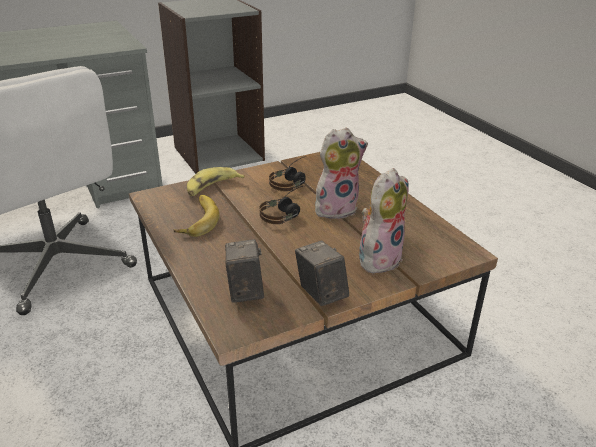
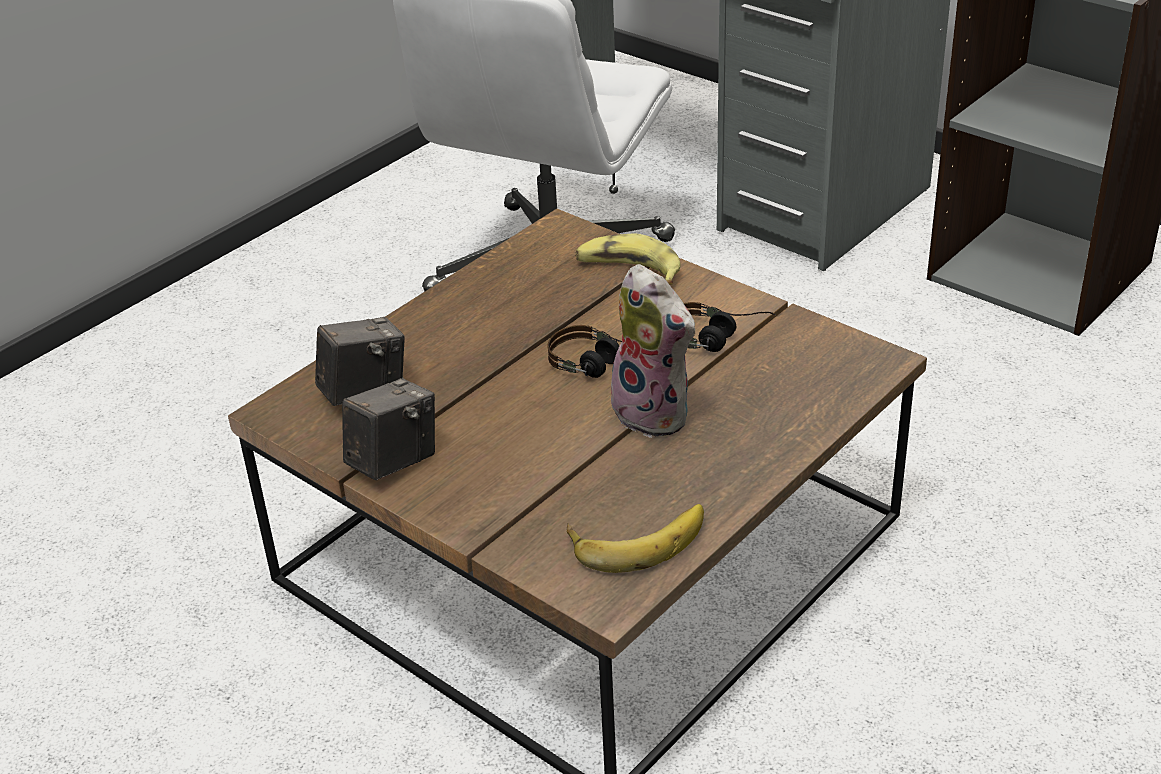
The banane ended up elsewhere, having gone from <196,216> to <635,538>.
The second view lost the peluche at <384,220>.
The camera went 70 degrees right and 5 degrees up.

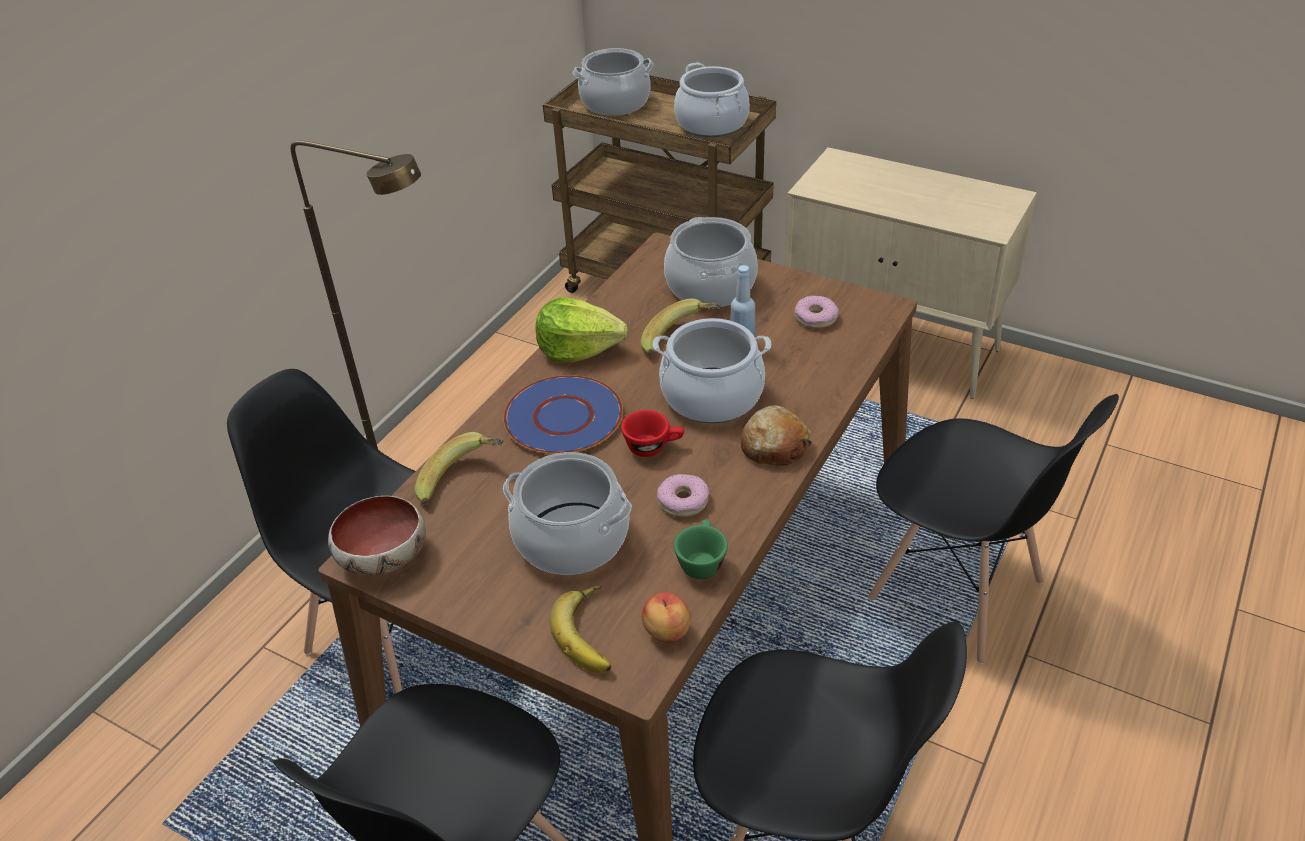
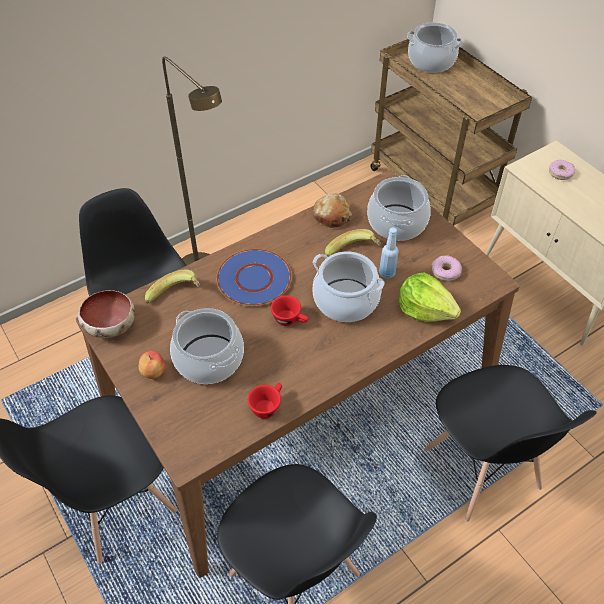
The pomme ended up elsewhere, having gone from <666,617> to <152,365>.
What was the tasse (vert) at <701,549> turned into the tasse (rouge) at <264,401>.
The pain ended up elsewhere, having gone from <776,435> to <332,210>.
The laitue ended up elsewhere, having gone from <581,329> to <429,297>.
The beignet ended up elsewhere, having gone from <683,495> to <562,170>.
The second view lost the banane at <580,629>.
The second view lost the marmite at <712,99>.
The camera went 25 degrees right and 10 degrees up.

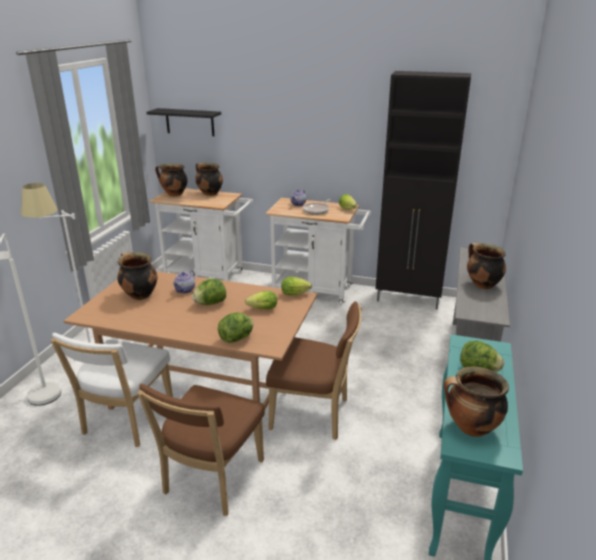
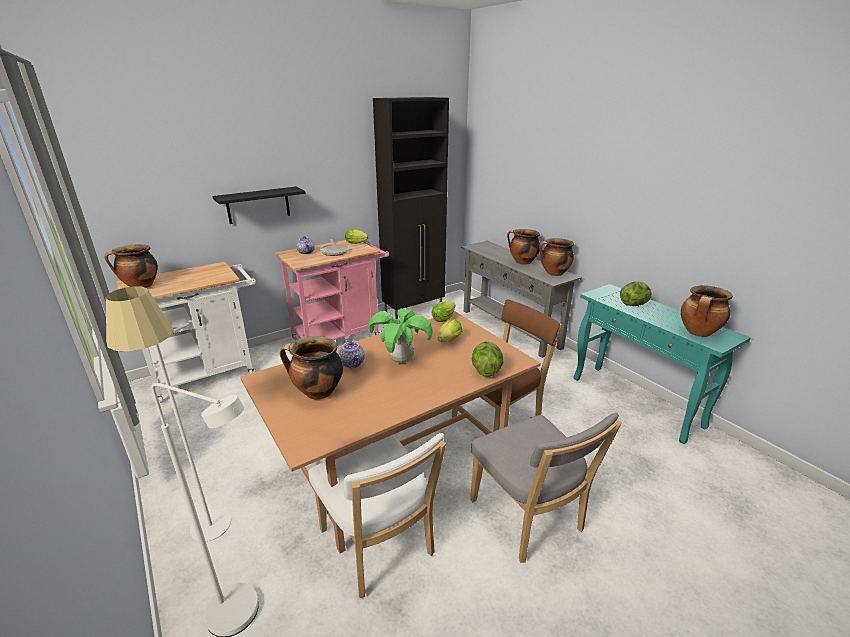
The étagère (noir) ended up elsewhere, having gone from <184,122> to <259,205>.
What was the chariot (blanc) at <318,251> turned into the chariot (rose) at <332,290>.
Where the laitue stood at <209,291>, the plante en pot came to stand at <400,335>.
What was the chaise (marron) at <201,450> turned into the chaise (gris) at <546,488>.
The marmite ended up elsewhere, having gone from <209,179> to <556,257>.
The camera went 50 degrees left and 0 degrees up.

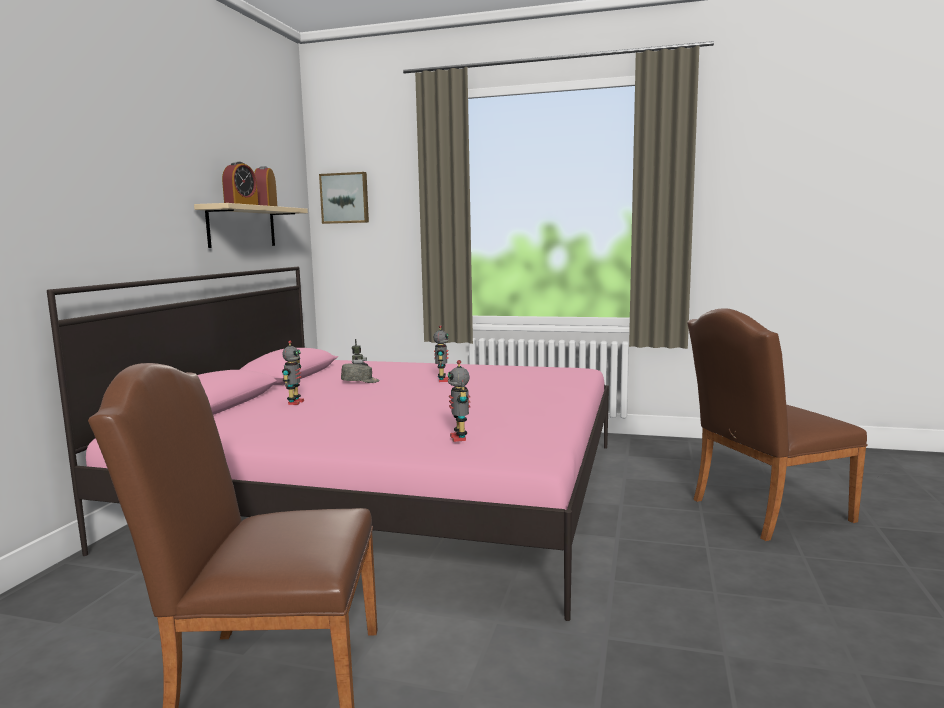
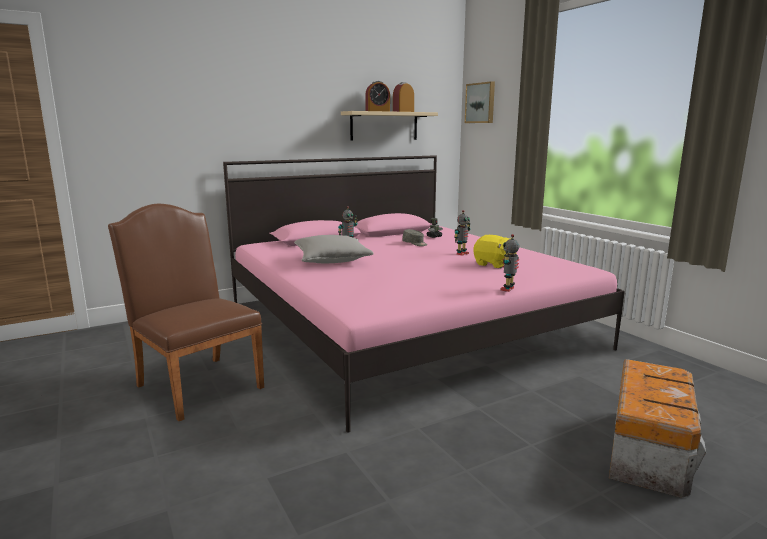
The second view gained the coussin (gris) at <334,249>.
The second view gained the peluche (jaune) at <495,251>.
The robot jouet ended up elsewhere, having gone from <459,401> to <510,263>.
Where the chaise (marron) stood at <777,424>, the boîte de rangement came to stand at <657,428>.
The camera went 45 degrees right and 5 degrees up.

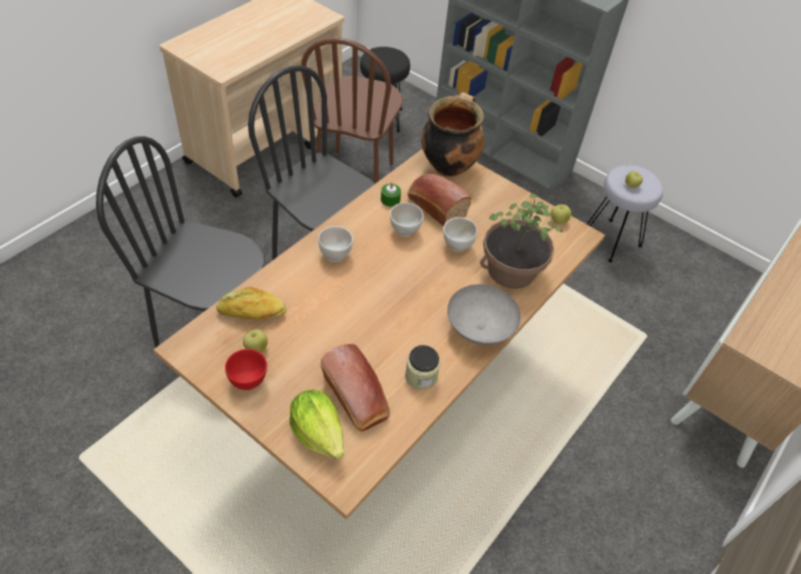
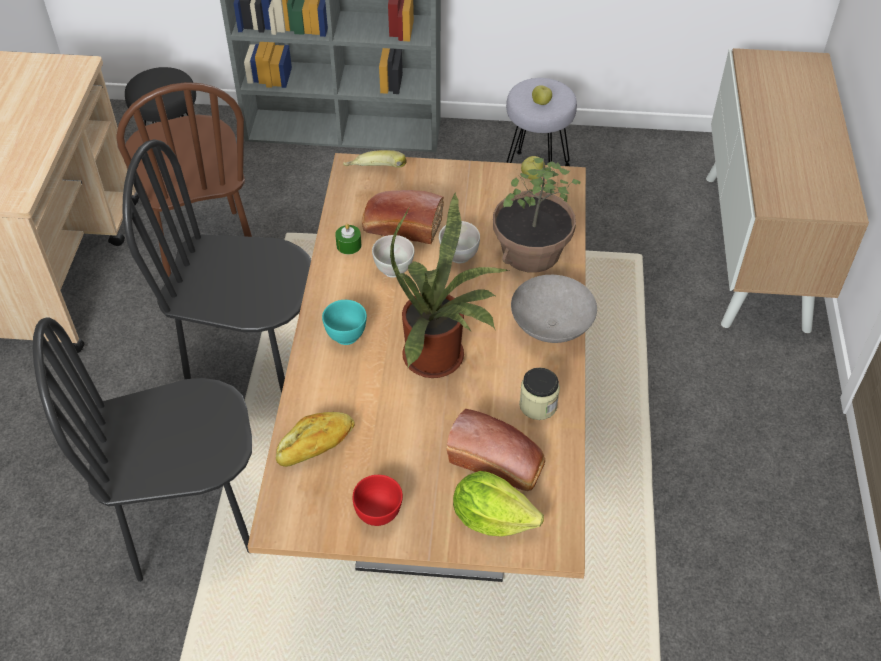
What was the bol (blanc) at <335,244> turned into the bol (turquoise) at <344,322>.
Where the marmite stood at <453,134>, the banane came to stand at <375,159>.
The second view gained the plante en pot at <449,286>.
The second view lost the pomme at <255,341>.
The camera went 30 degrees left and 0 degrees up.

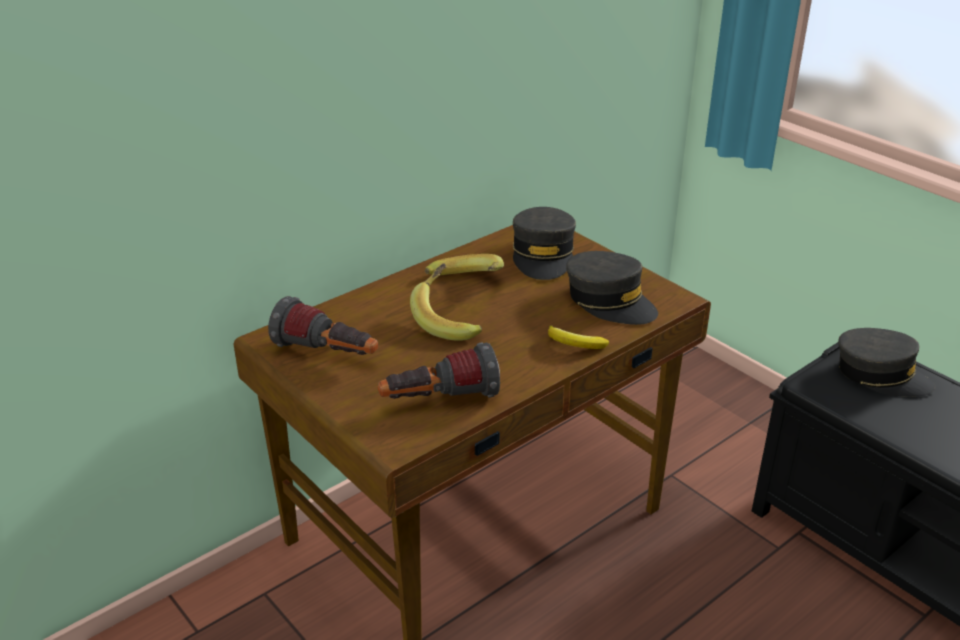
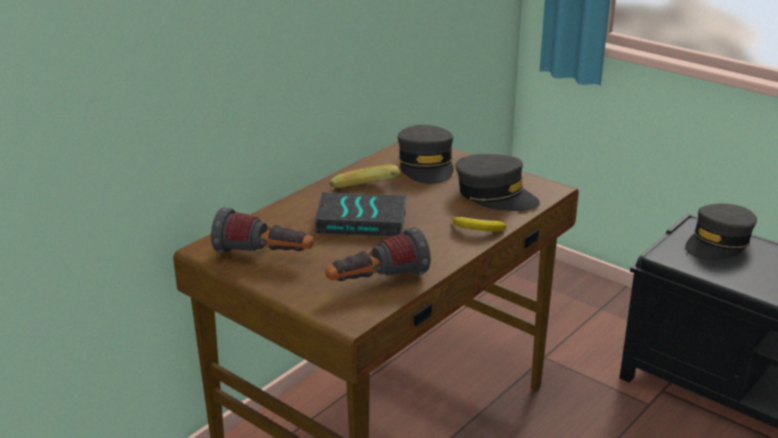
Where the banane stood at <446,302>, the livre came to stand at <361,214>.
The casquette (gris) at <887,362> ended up facing another way, 120 degrees clockwise from before.
The camera went 10 degrees left and 5 degrees down.

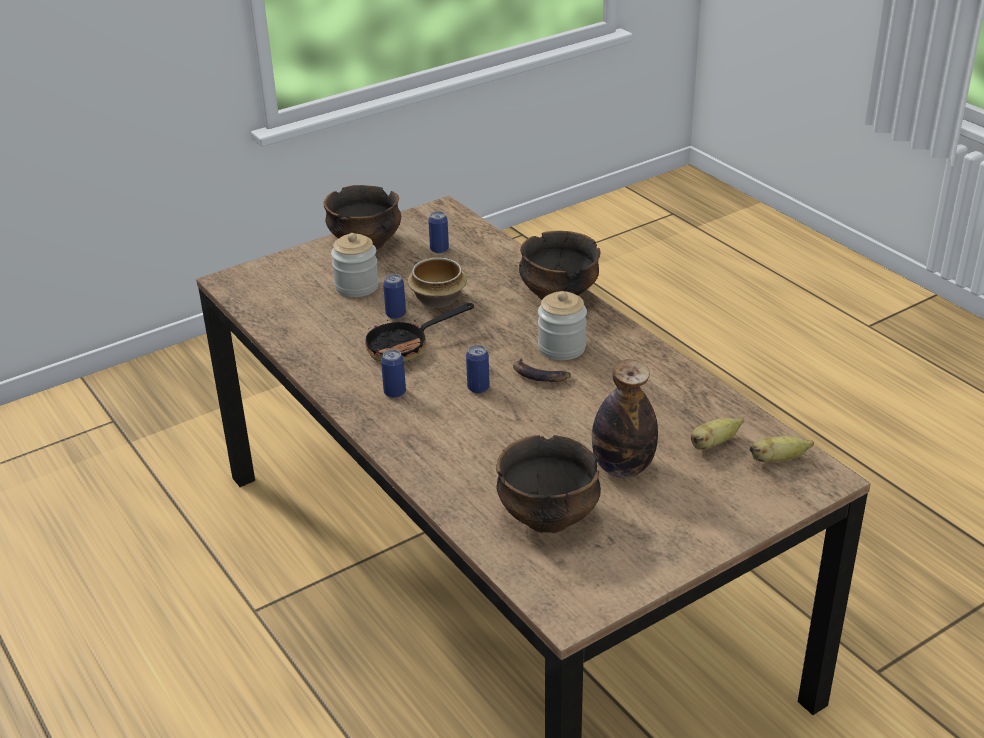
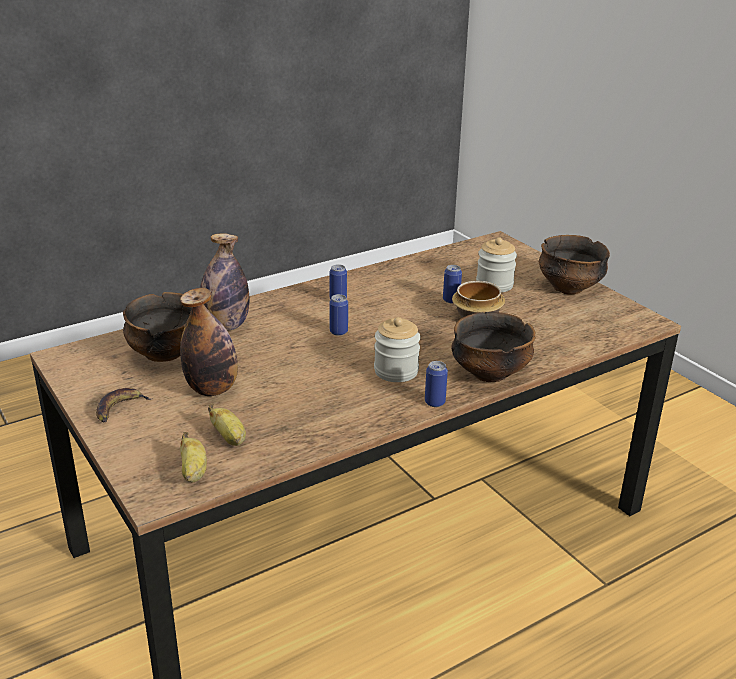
The banane ended up elsewhere, having gone from <542,370> to <124,405>.
The second view gained the bouteille at <224,282>.
The boîte métallique ended up elsewhere, having gone from <438,232> to <436,384>.
The second view lost the poêle at <419,332>.
The camera went 90 degrees right and 5 degrees down.

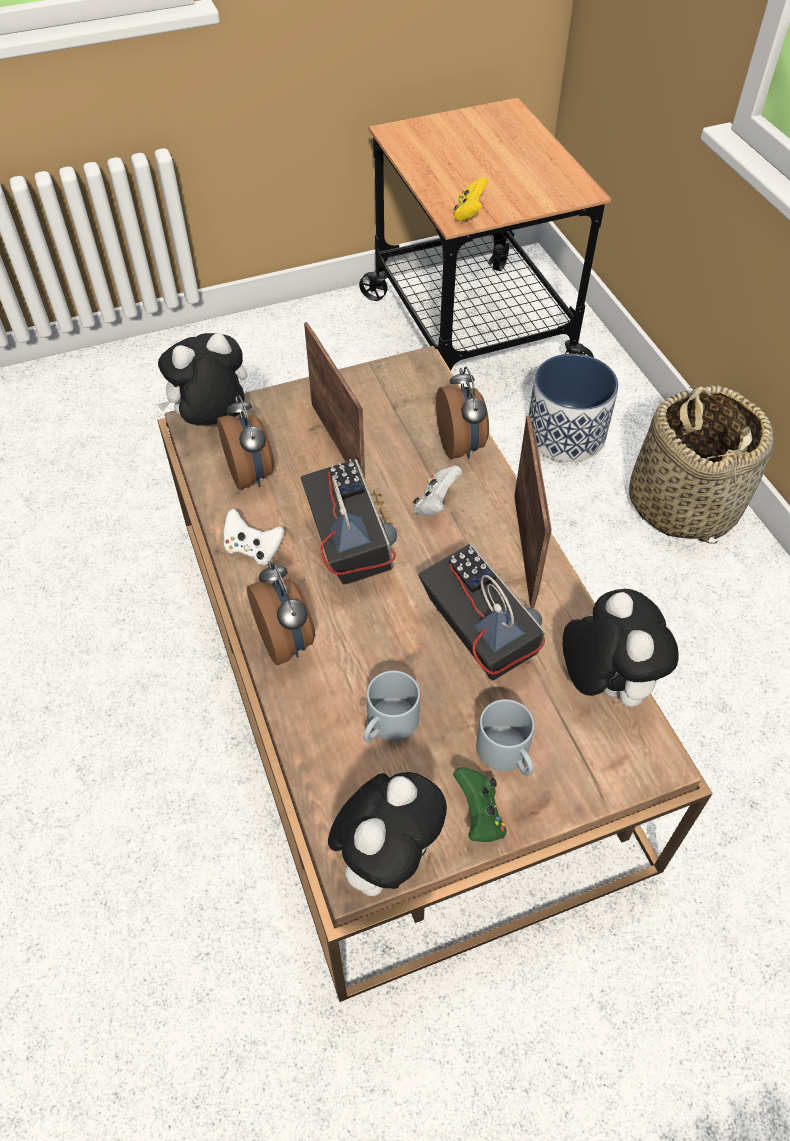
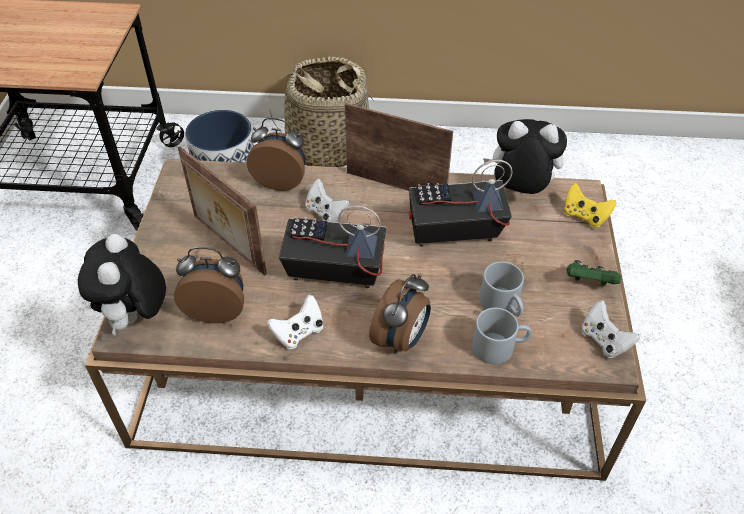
The cadre photo at <334,400> ended up facing another way, 135 degrees counterclockwise from before.
The réveil at <281,613> ended up facing another way, 120 degrees clockwise from before.
The mug (gris) ended up elsewhere, having gone from <505,738> to <502,336>.
The manette (jaune) ended up elsewhere, having gone from <471,199> to <590,205>.
Where the peluche stood at <387,834>, the manette (blanc) came to stand at <610,329>.
The camera went 65 degrees left and 5 degrees down.

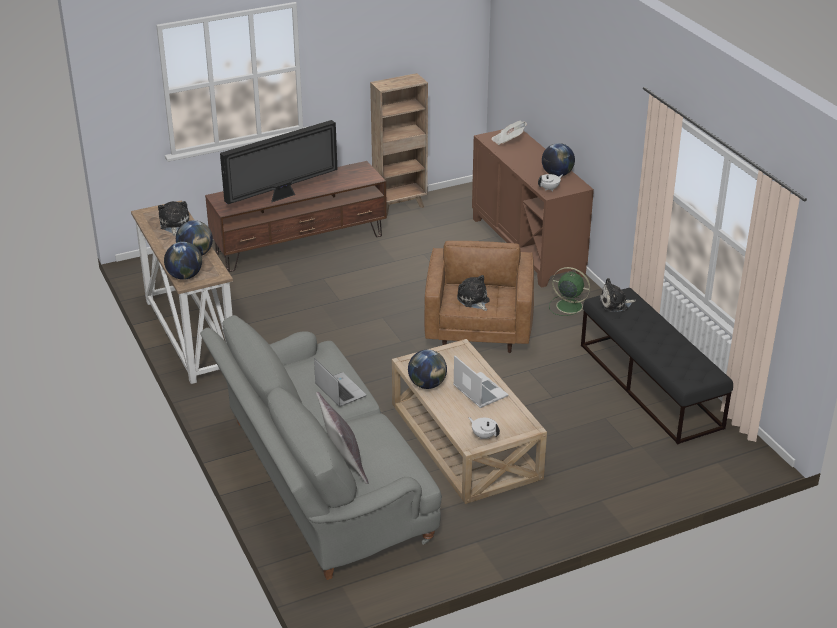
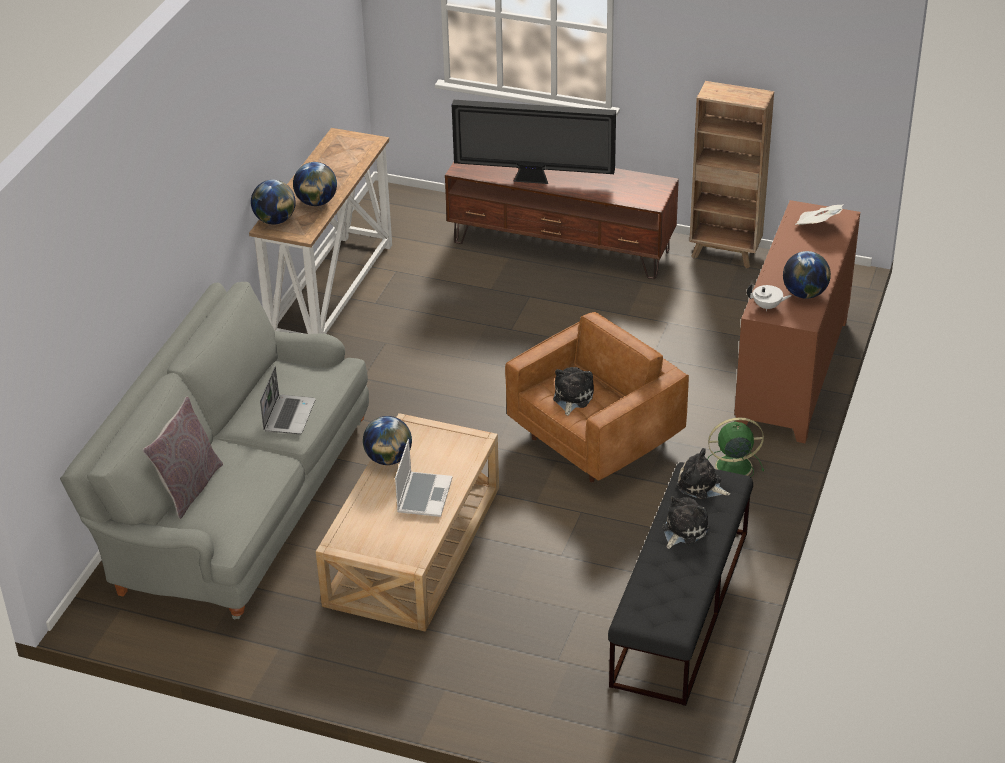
The peluche ended up elsewhere, having gone from <173,218> to <686,522>.
The ventilateur (vert) at <569,291> ended up facing another way, 75 degrees counterclockwise from before.
The second view lost the théière (blanc) at <484,428>.
The camera went 45 degrees right and 5 degrees up.

